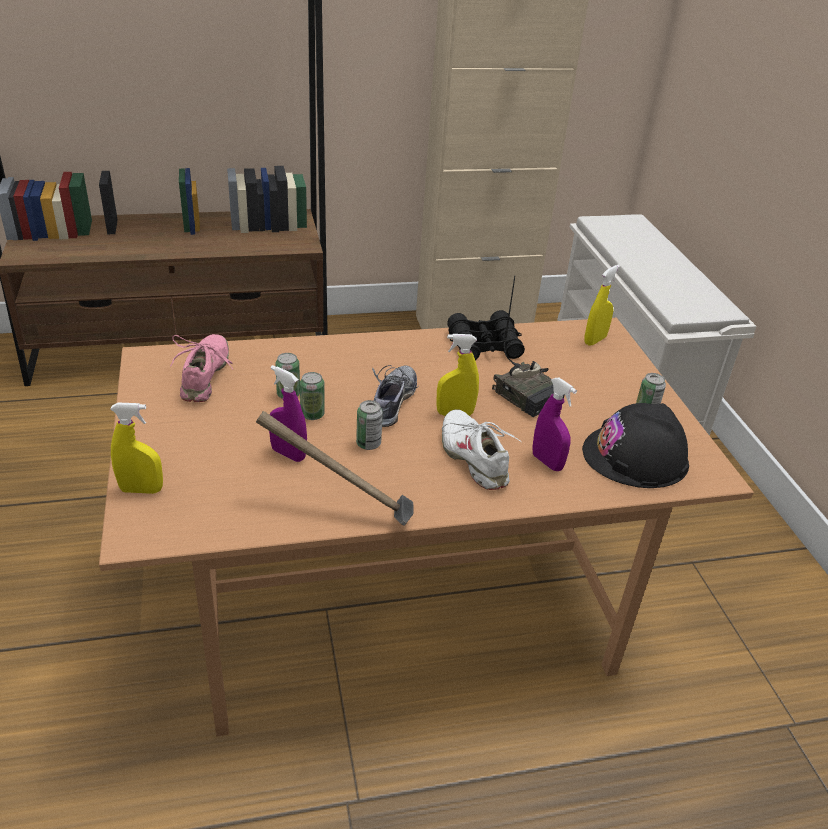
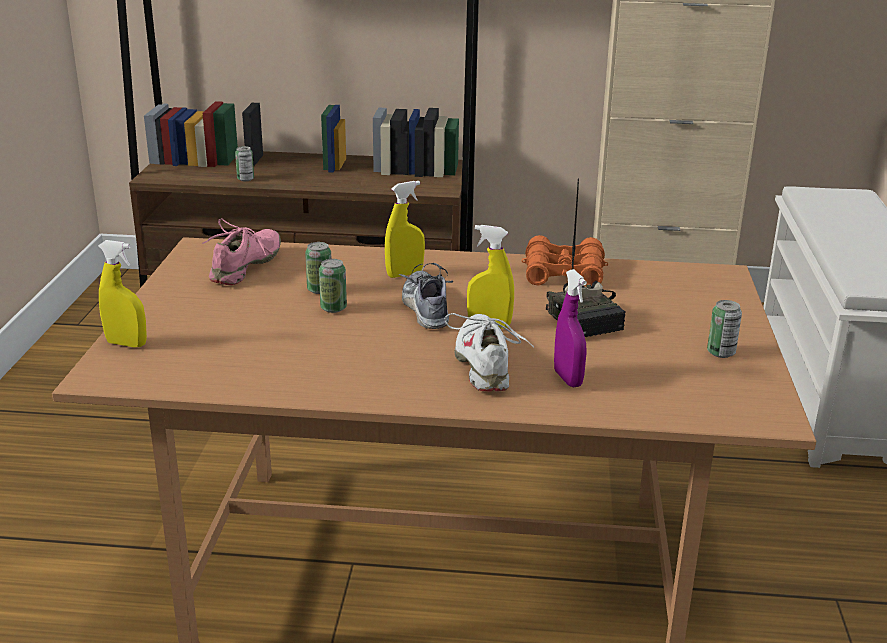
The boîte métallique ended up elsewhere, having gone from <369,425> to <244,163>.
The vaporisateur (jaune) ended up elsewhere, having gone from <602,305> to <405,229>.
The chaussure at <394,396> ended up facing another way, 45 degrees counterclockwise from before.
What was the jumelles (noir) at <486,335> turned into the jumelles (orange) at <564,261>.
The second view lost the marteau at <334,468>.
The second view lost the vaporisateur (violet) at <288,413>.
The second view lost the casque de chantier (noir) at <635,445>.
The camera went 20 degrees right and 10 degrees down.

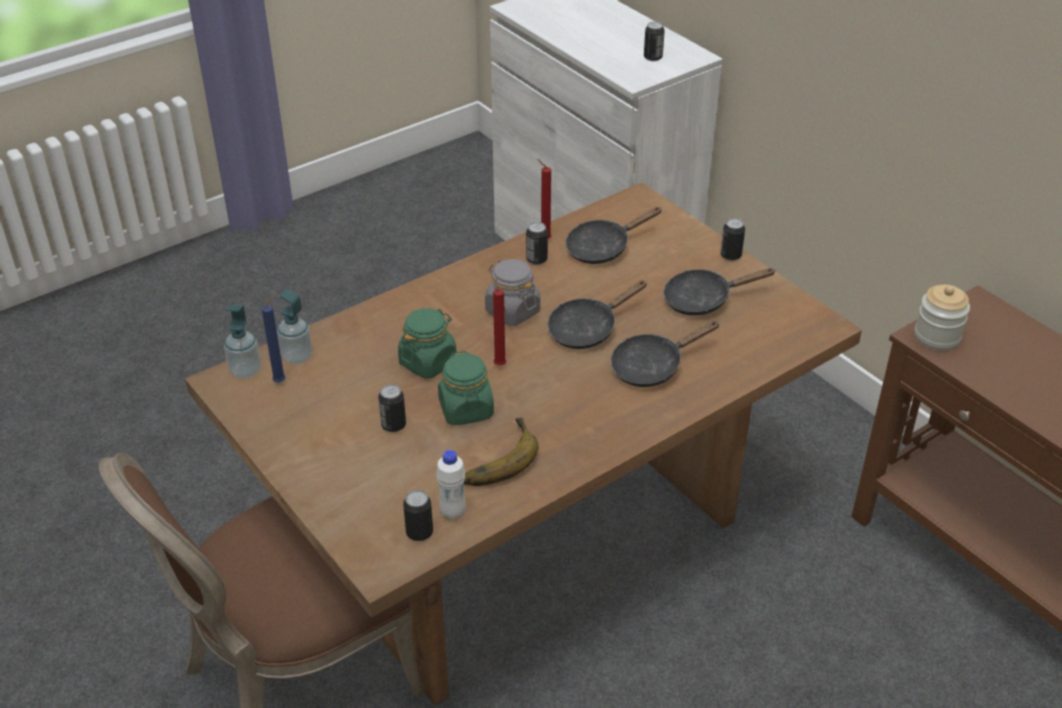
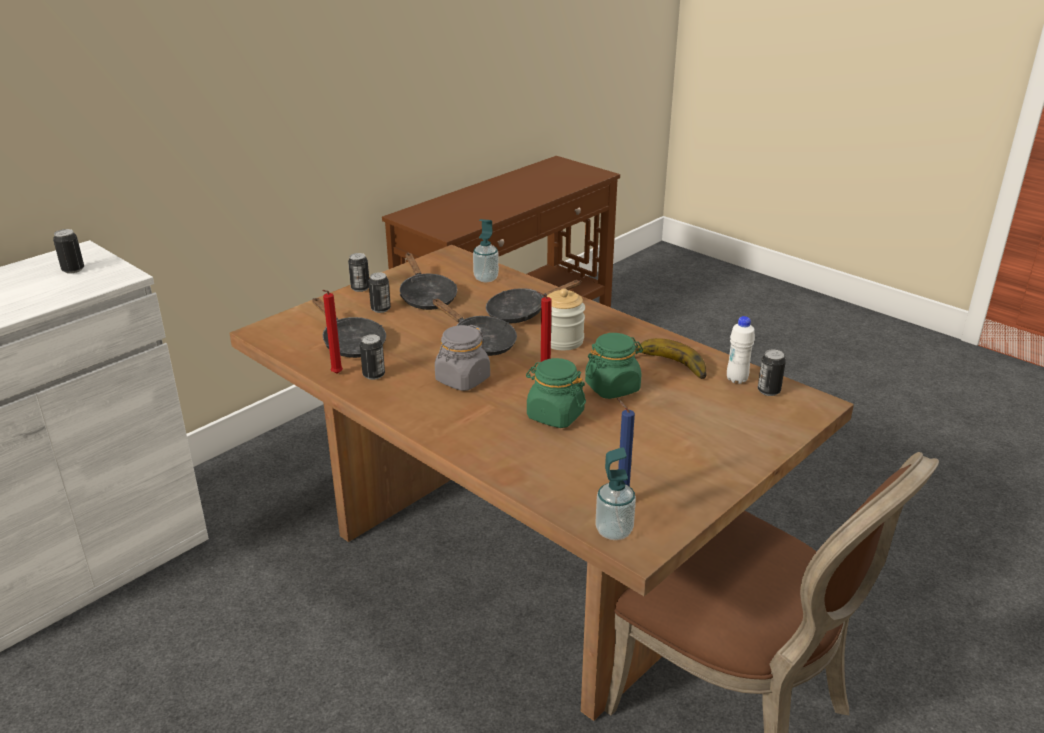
The boîte métallique ended up elsewhere, having gone from <392,408> to <379,292>.
The distributeur de savon ended up elsewhere, having gone from <294,326> to <486,250>.
The poêle (noir) at <665,354> ended up facing another way, 105 degrees clockwise from before.
The bocal ended up elsewhere, having gone from <942,318> to <566,319>.
The camera went 100 degrees left and 10 degrees down.

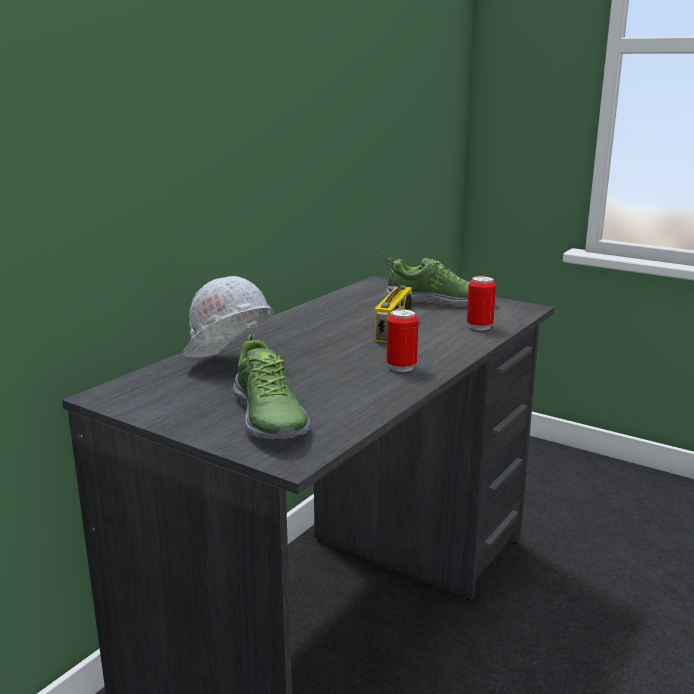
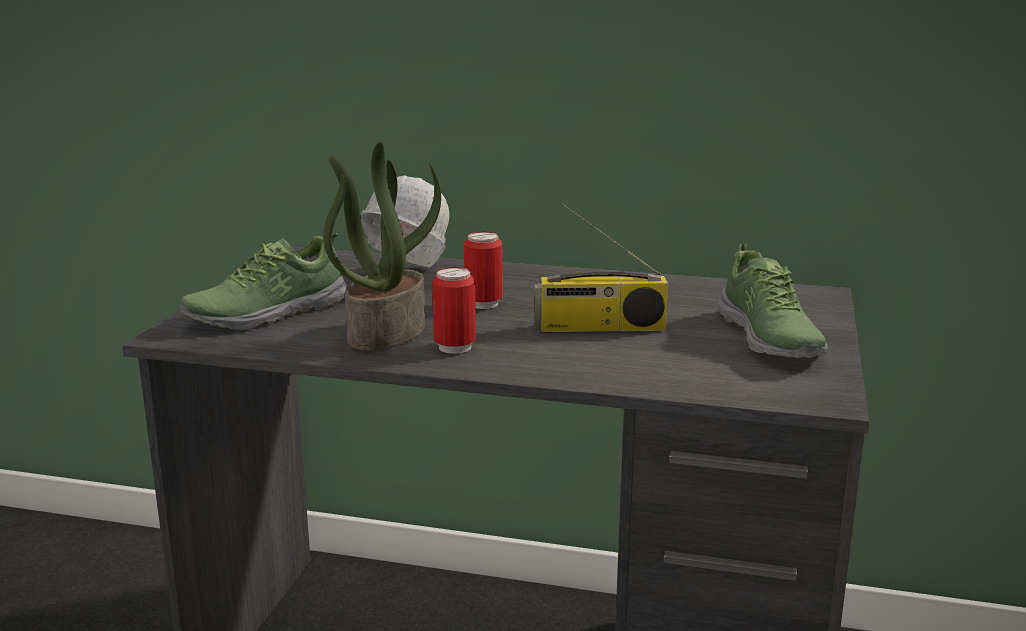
The second view gained the plante en pot at <382,246>.
The boîte métallique ended up elsewhere, having gone from <481,303> to <483,270>.
The camera went 70 degrees right and 0 degrees up.

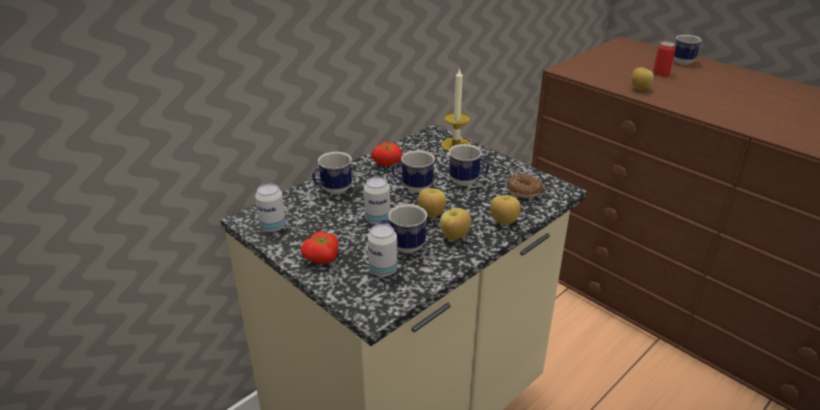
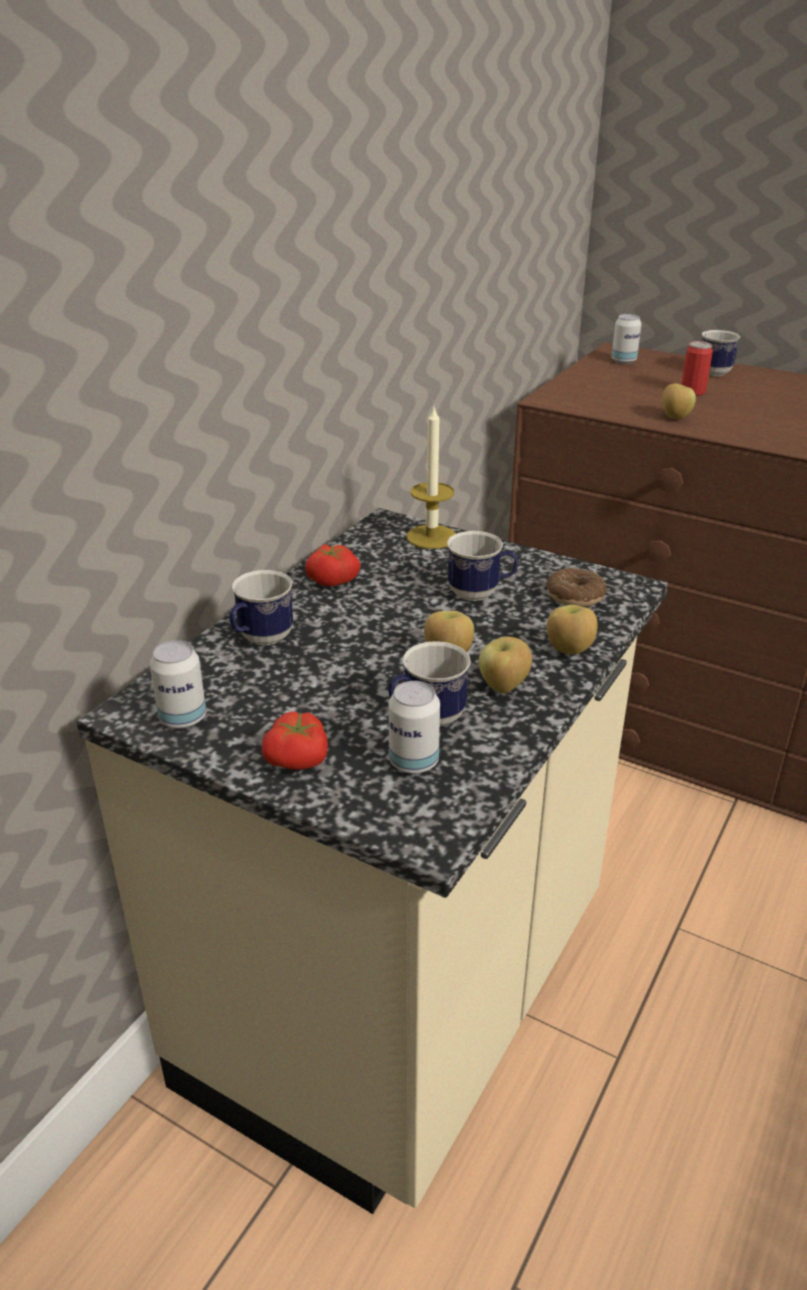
The boîte métallique ended up elsewhere, having gone from <377,201> to <626,339>.
The second view lost the mug at <413,171>.
The camera went 15 degrees left and 0 degrees up.

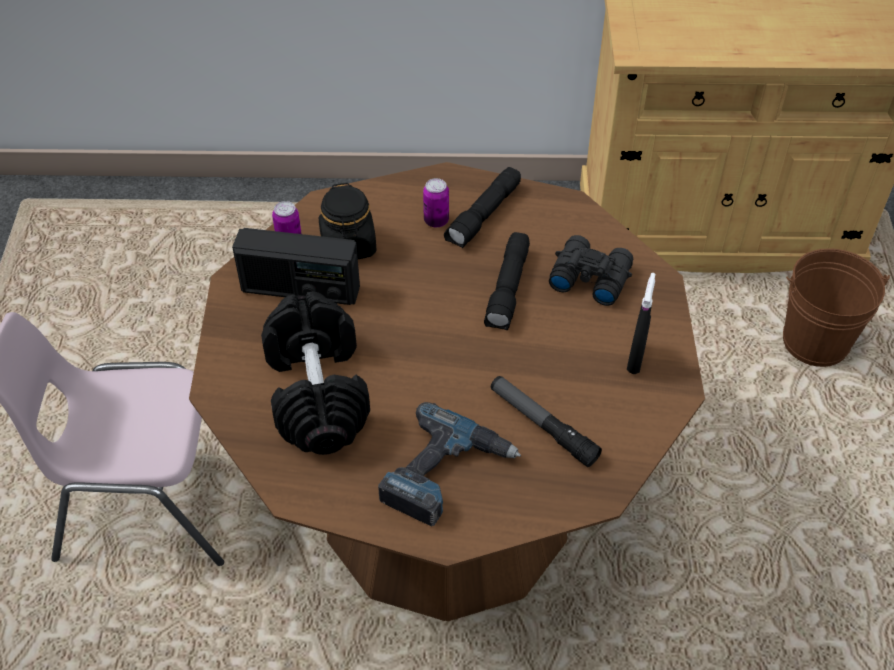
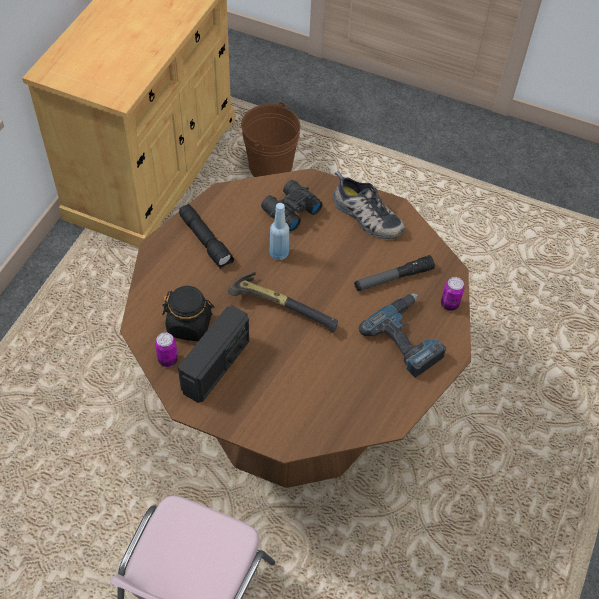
The second view gained the marteau at <283,302>.
Where the lampe de poche (noir) stood at <507,281>, the bouteille (bleu) came to stand at <279,231>.
Where the vaporisateur (noir) stood at <641,323>, the chaussure came to stand at <369,205>.
The boîte métallique ended up elsewhere, having gone from <436,203> to <453,294>.
The second view lost the haltère (noir) at <315,373>.
The camera went 70 degrees left and 5 degrees up.

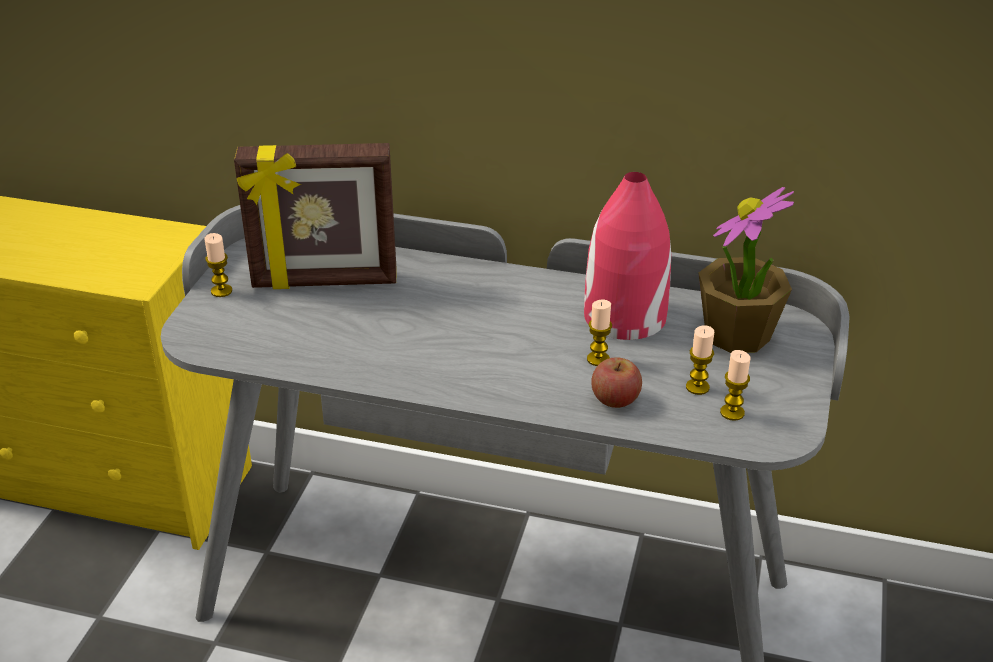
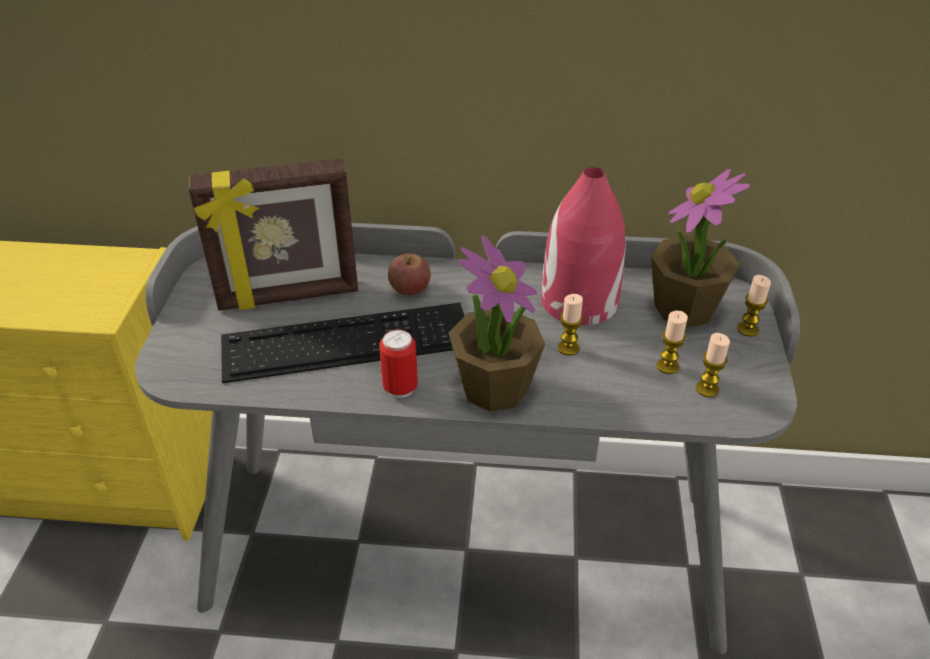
The second view gained the clavier at <342,343>.
The second view gained the boîte métallique at <399,363>.
The pomme ended up elsewhere, having gone from <616,382> to <409,274>.
The second view gained the plante en pot at <497,323>.
The bougie ended up elsewhere, having gone from <218,265> to <754,306>.
The camera went 10 degrees left and 5 degrees up.

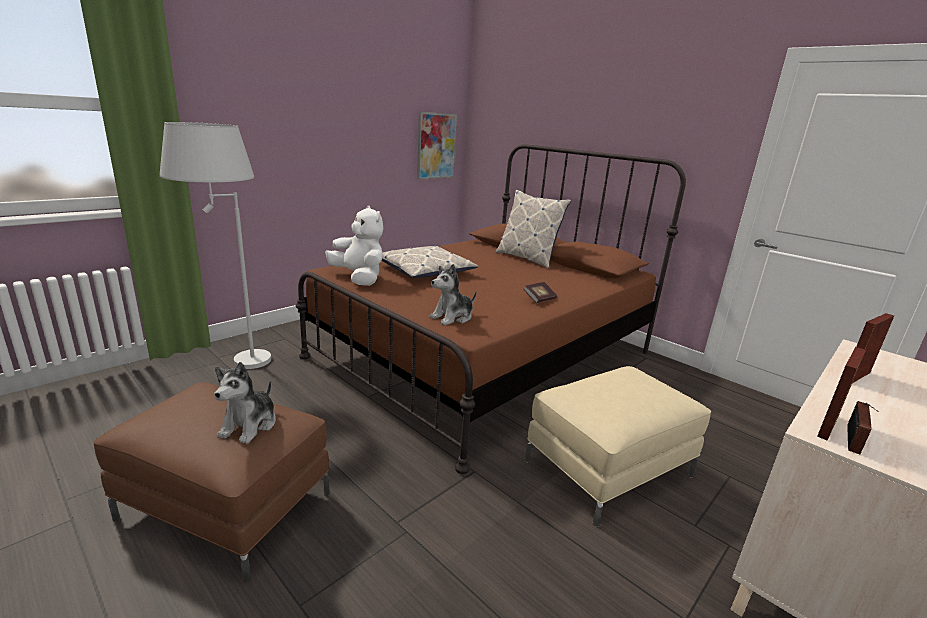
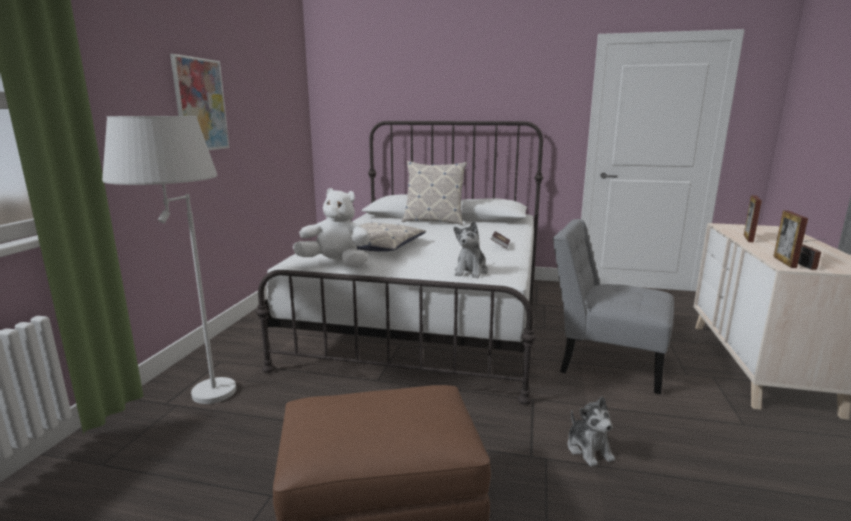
The tableau ended up elsewhere, having gone from <437,145> to <199,102>.
What was the lit (marron) at <491,309> turned into the lit (blanc) at <399,263>.
Where the pouf (beige) stood at <618,446>, the chaise (gris) came to stand at <613,306>.
The peluche ended up elsewhere, having gone from <245,403> to <591,431>.
The camera went 30 degrees left and 5 degrees down.

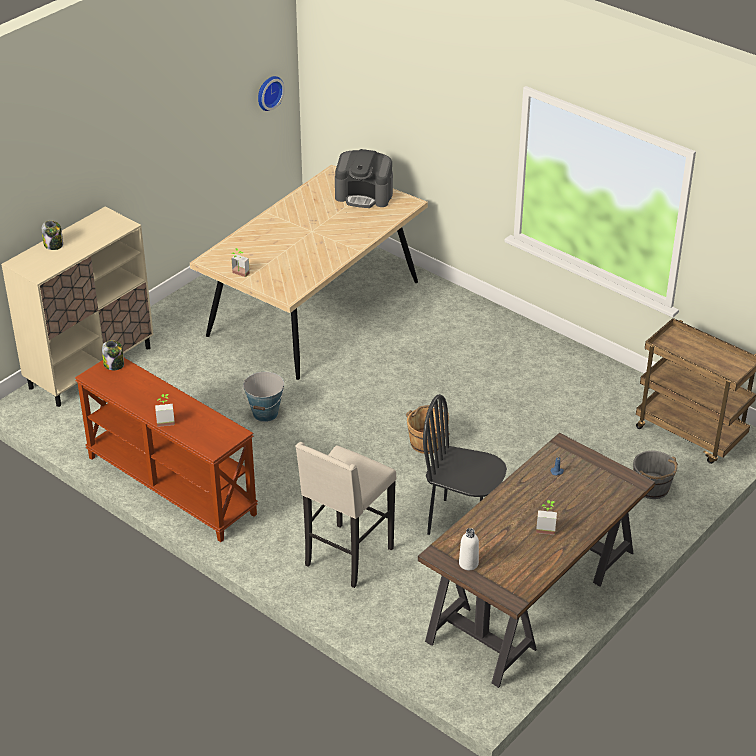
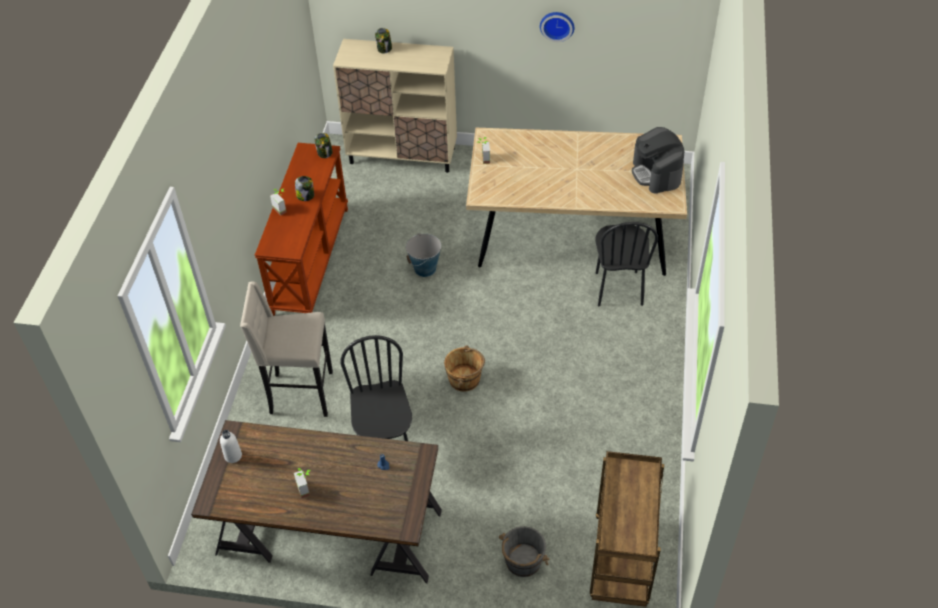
The second view gained the bocal at <304,188>.
The horloge murale ended up elsewhere, having gone from <271,93> to <557,27>.
The second view gained the chaise (noir) at <626,264>.
The camera went 60 degrees right and 10 degrees up.

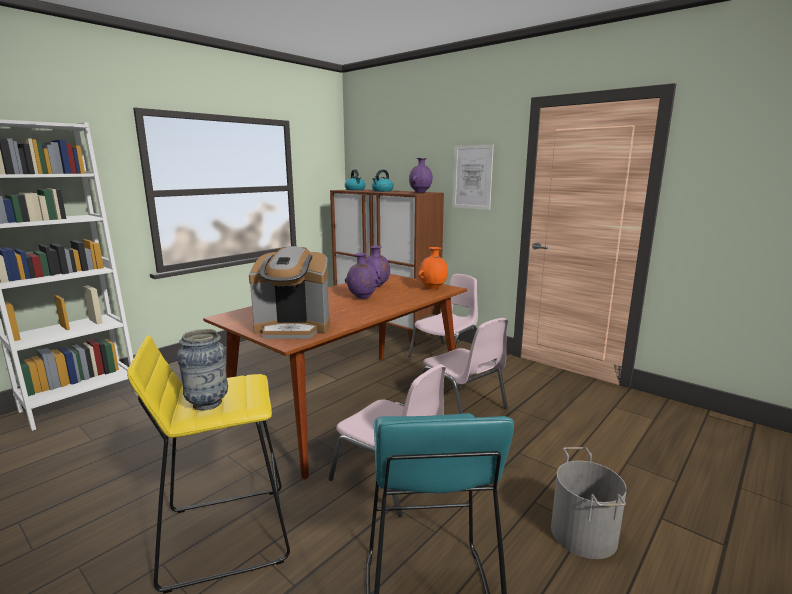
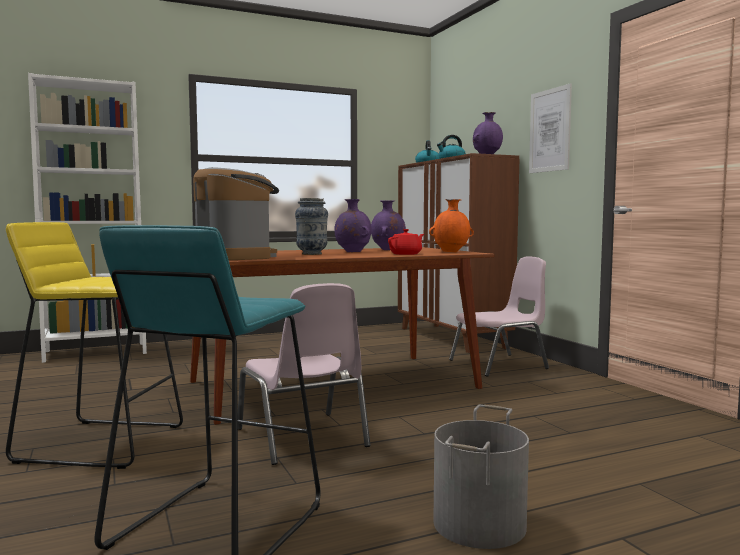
The machine à café at <289,292> ended up facing another way, 150 degrees counterclockwise from before.
The vase ended up elsewhere, having gone from <202,369> to <311,226>.
The second view gained the théière (rouge) at <406,242>.
The second view lost the chaise (rose) at <465,366>.
The camera went 25 degrees right and 10 degrees down.

